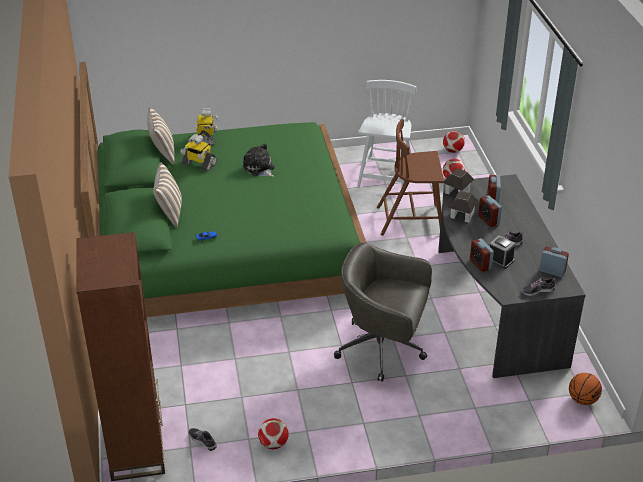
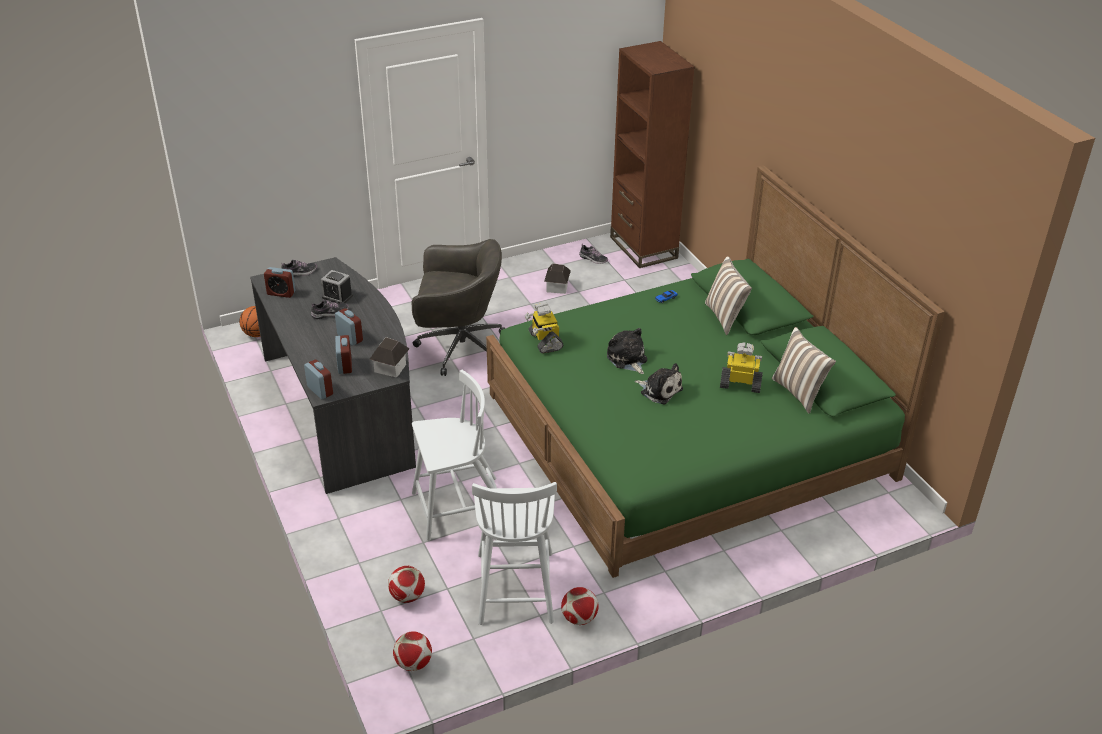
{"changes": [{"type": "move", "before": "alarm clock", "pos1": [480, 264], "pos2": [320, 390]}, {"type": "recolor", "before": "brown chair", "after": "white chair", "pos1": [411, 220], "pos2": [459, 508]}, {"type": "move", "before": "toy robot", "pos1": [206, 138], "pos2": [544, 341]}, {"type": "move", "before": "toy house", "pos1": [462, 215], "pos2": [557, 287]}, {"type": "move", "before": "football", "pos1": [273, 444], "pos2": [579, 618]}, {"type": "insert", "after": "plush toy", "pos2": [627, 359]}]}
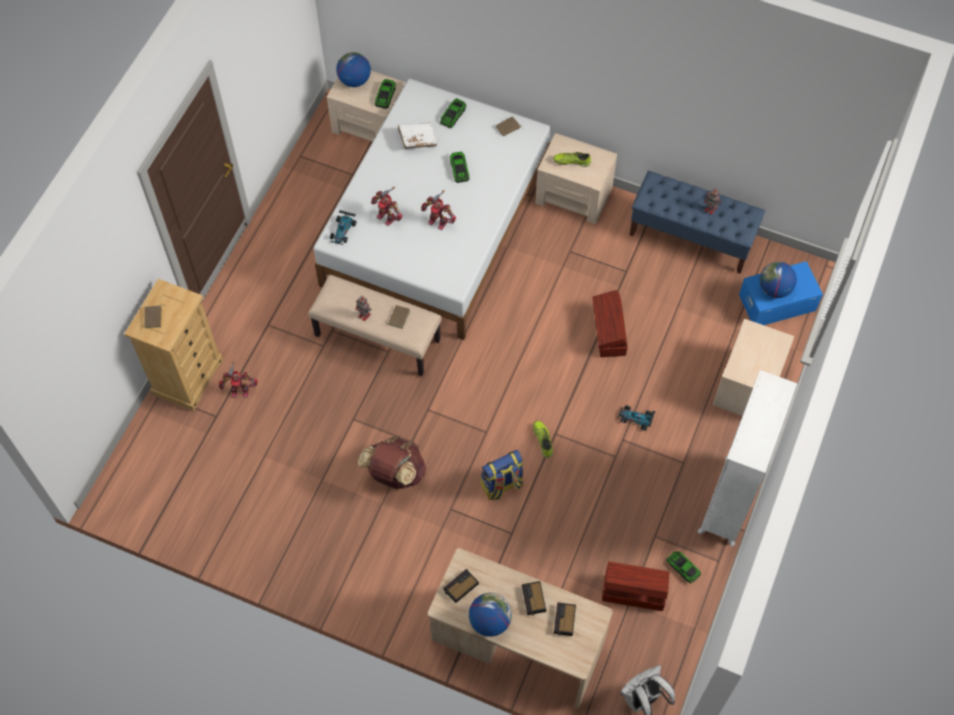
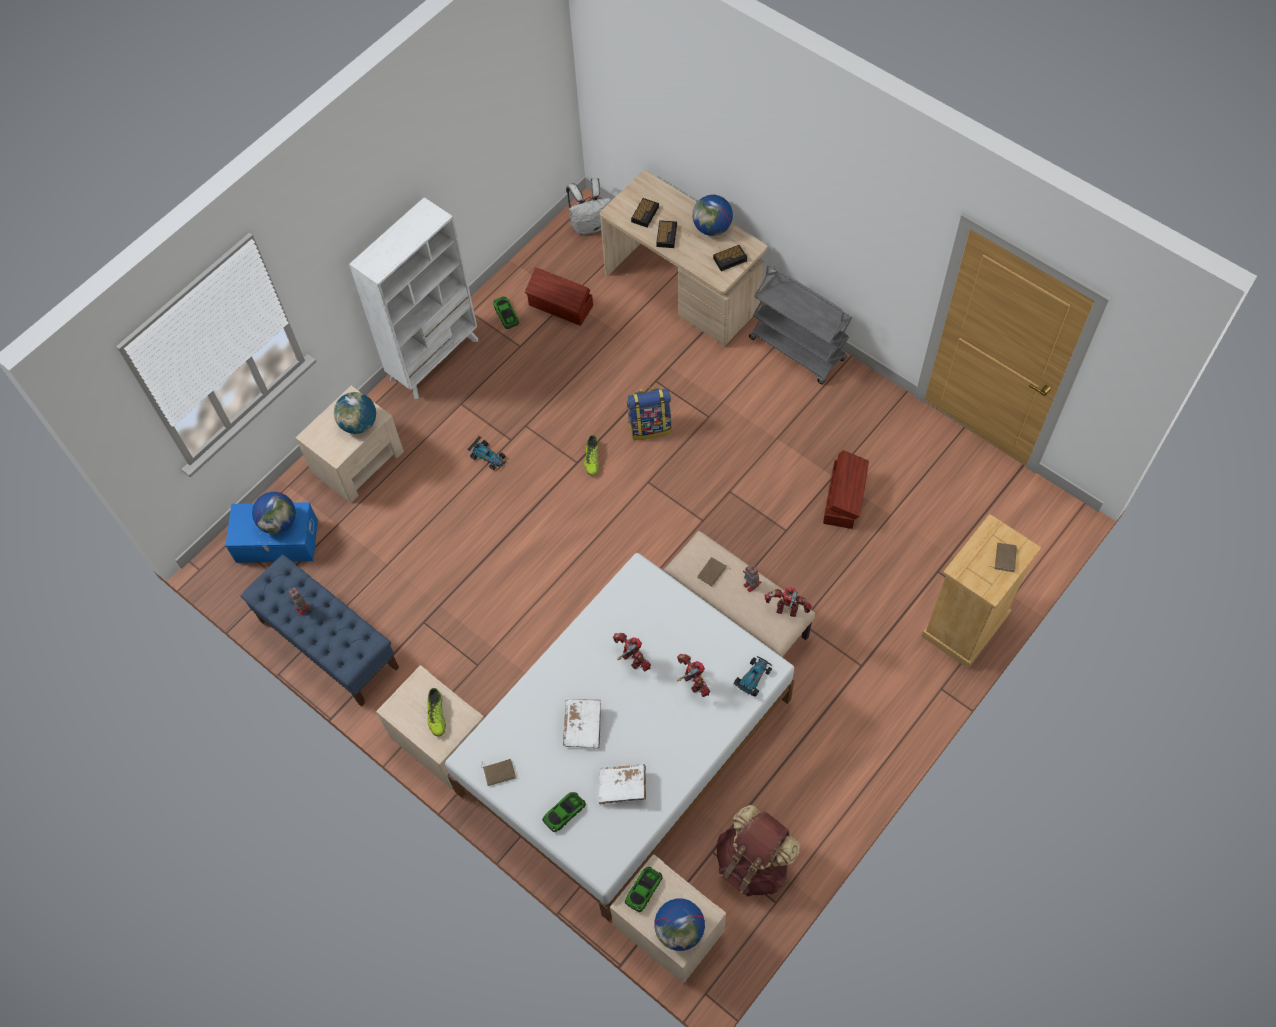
{"changes": [{"type": "insert", "after": "globe", "pos2": [359, 424]}, {"type": "rotate", "before": "shoe", "pos1": [571, 161], "pos2": [436, 715], "turn": 60}, {"type": "replace", "before": "toy car", "after": "white book", "pos1": [459, 169], "pos2": [583, 726]}, {"type": "move", "before": "brown backpack", "pos1": [395, 474], "pos2": [753, 863]}, {"type": "insert", "after": "grey cart", "pos2": [798, 349]}, {"type": "move", "before": "toy robot", "pos1": [240, 390], "pos2": [787, 610]}, {"type": "move", "before": "brown storage box", "pos1": [608, 332], "pos2": [843, 498]}]}
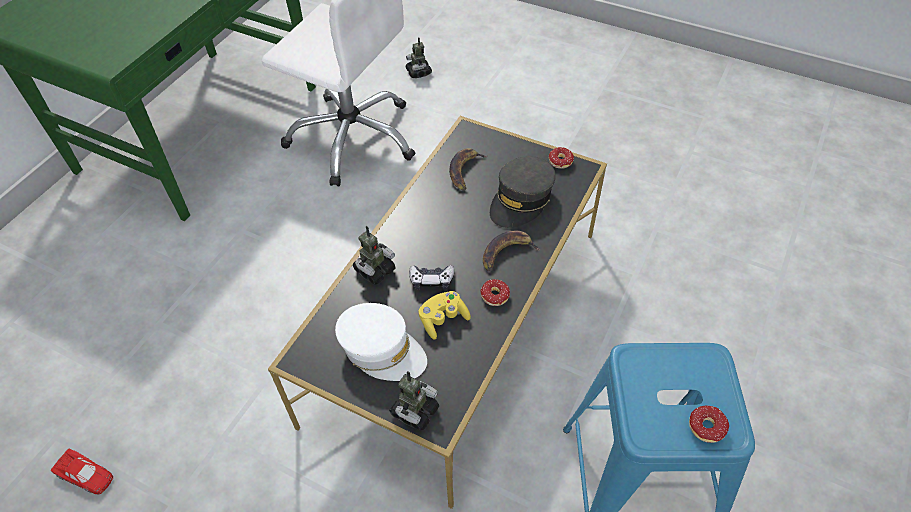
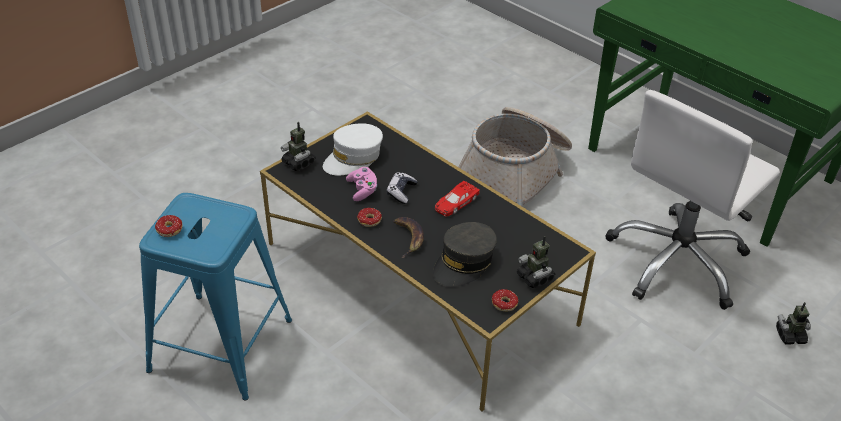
{"changes": [{"type": "recolor", "before": "yellow game controller", "after": "pink game controller", "pos1": [443, 319], "pos2": [362, 190]}, {"type": "rotate", "before": "grey cap", "pos1": [521, 200], "pos2": [464, 263], "turn": -105}, {"type": "move", "before": "red toy car", "pos1": [85, 475], "pos2": [455, 203]}, {"type": "insert", "after": "basket", "pos2": [515, 172]}, {"type": "move", "before": "toy robot", "pos1": [374, 270], "pos2": [535, 277]}, {"type": "delete", "before": "banana", "pos1": [465, 171]}]}
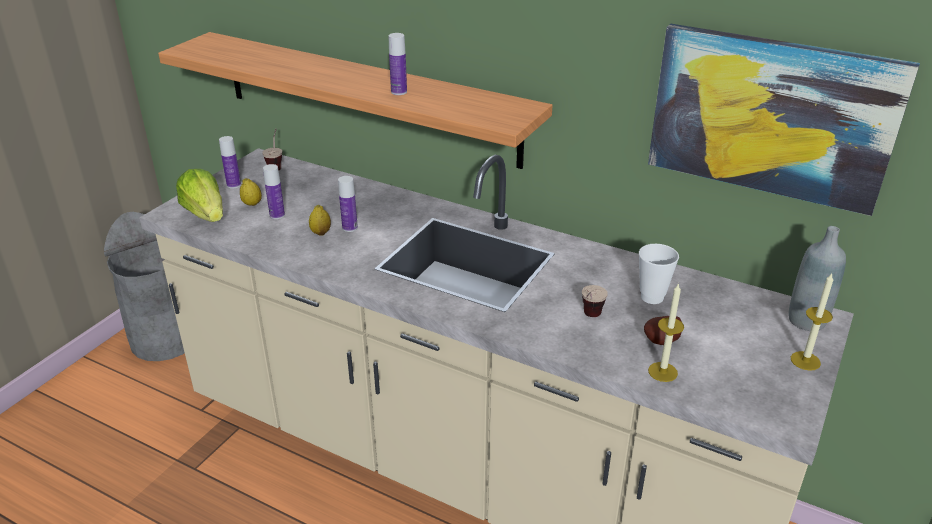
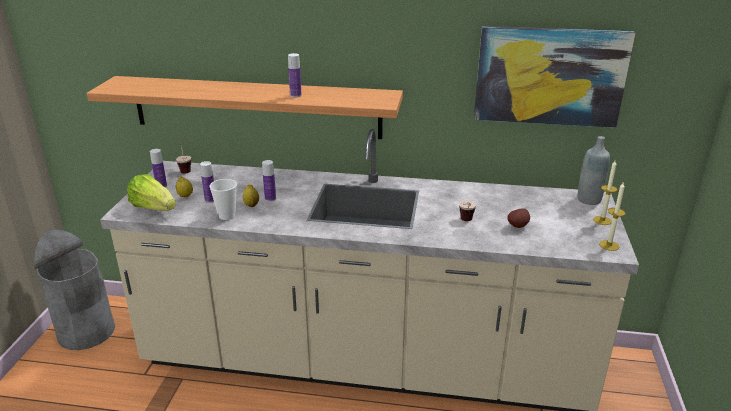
{"changes": [{"type": "move", "before": "cup", "pos1": [652, 297], "pos2": [227, 216]}, {"type": "move", "before": "candle", "pos1": [662, 372], "pos2": [609, 245]}]}
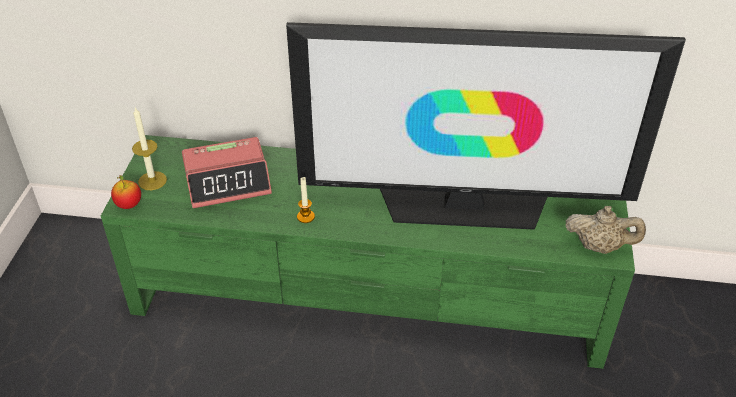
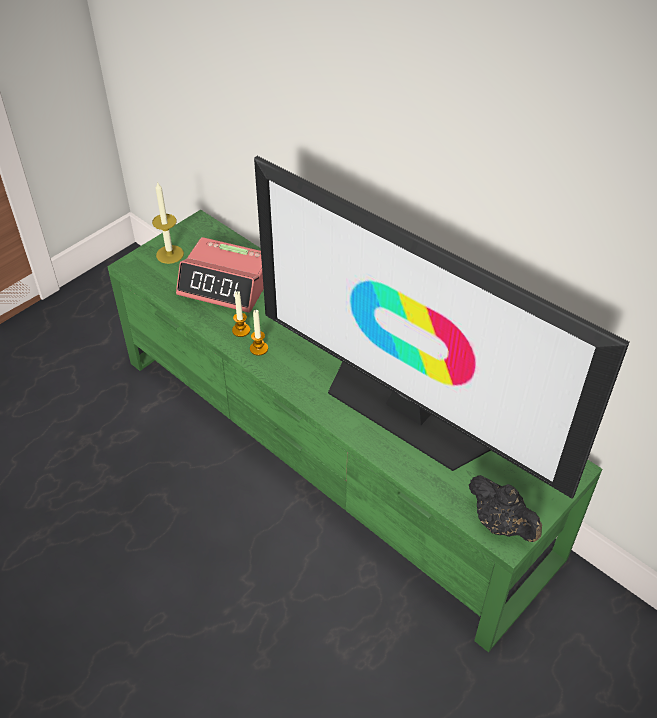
{"changes": [{"type": "insert", "after": "candle", "pos2": [241, 330]}, {"type": "recolor", "before": "beige teapot", "after": "black teapot", "pos1": [599, 246], "pos2": [501, 524]}, {"type": "delete", "before": "apple", "pos1": [129, 205]}]}
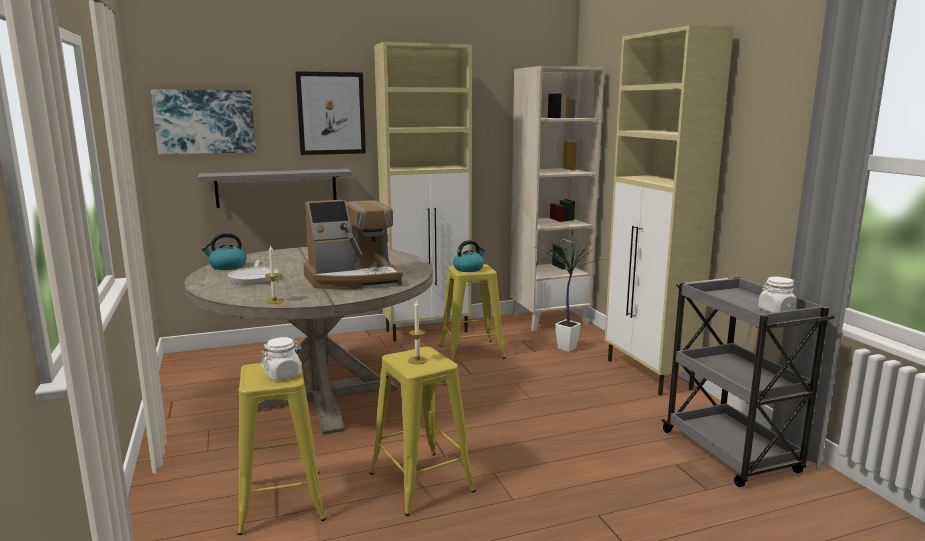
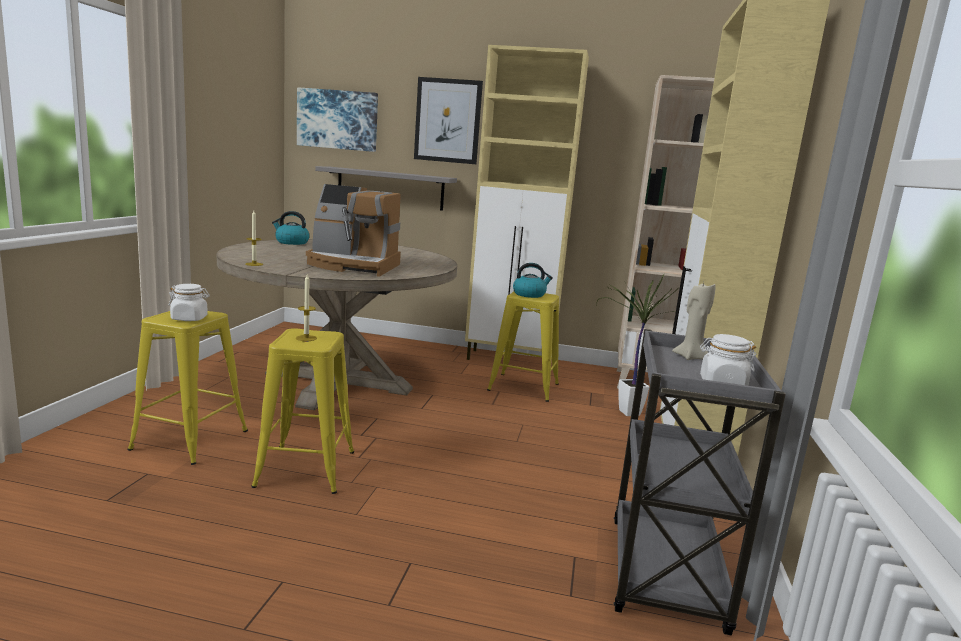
{"changes": [{"type": "insert", "after": "beige candle", "pos2": [690, 357]}, {"type": "delete", "before": "frying pan", "pos1": [254, 278]}]}
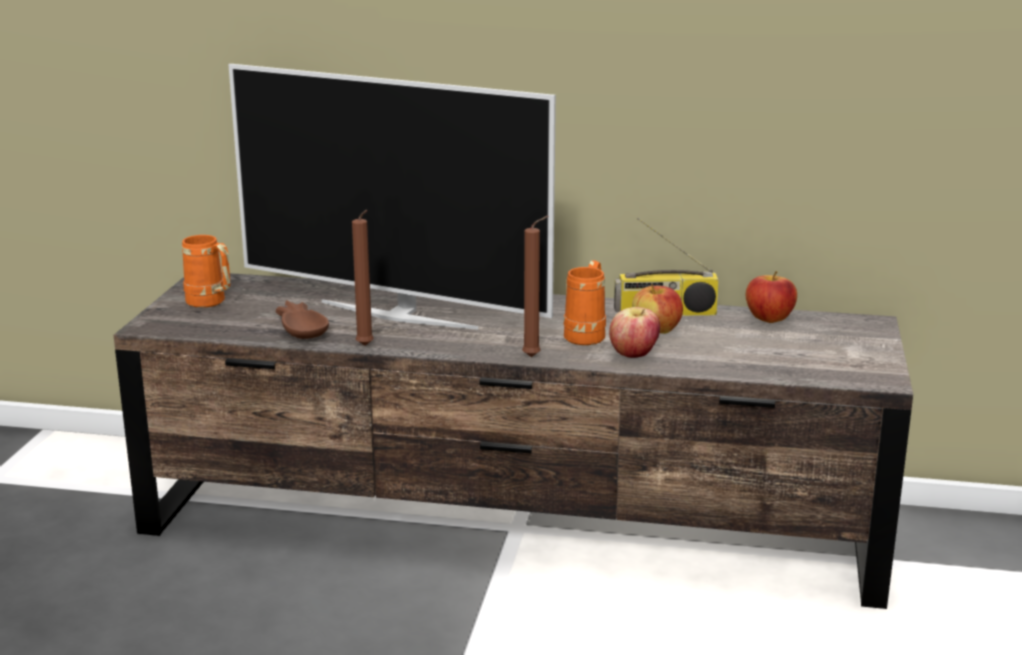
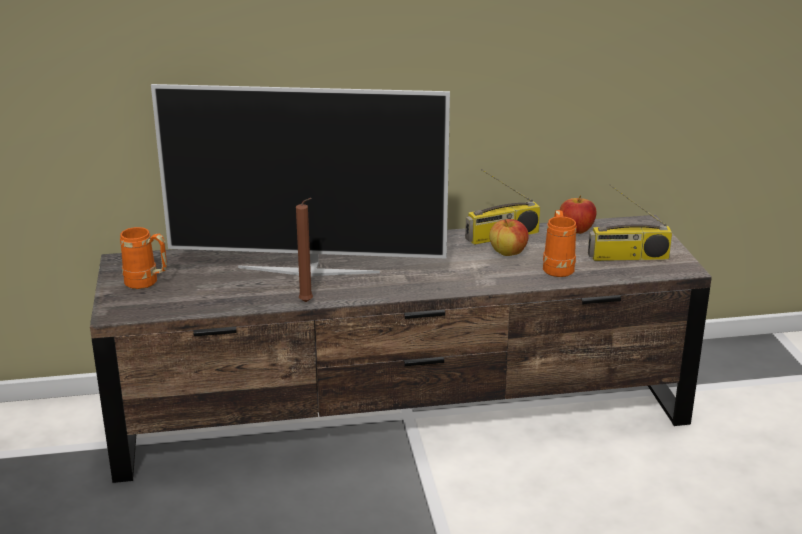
{"changes": [{"type": "move", "before": "orange mug", "pos1": [587, 334], "pos2": [557, 267]}, {"type": "insert", "after": "radio", "pos2": [628, 257]}, {"type": "delete", "before": "brown bowl", "pos1": [302, 327]}, {"type": "delete", "before": "brown candle", "pos1": [534, 357]}, {"type": "delete", "before": "apple", "pos1": [633, 355]}]}
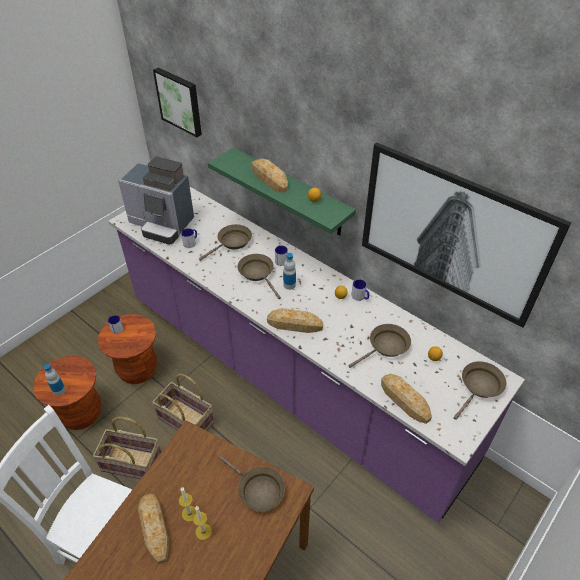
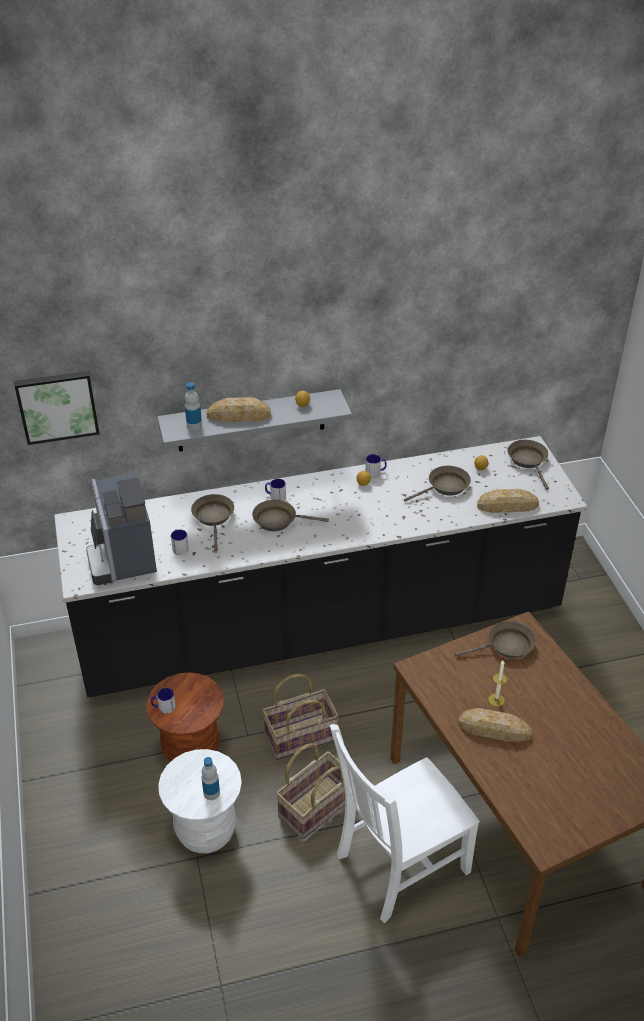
{"changes": [{"type": "recolor", "before": "purple counter", "after": "black counter", "pos1": [290, 376], "pos2": [322, 627]}, {"type": "rotate", "before": "coffee machine", "pos1": [162, 224], "pos2": [123, 557], "turn": 105}, {"type": "recolor", "before": "green shelf", "after": "grey shelf", "pos1": [291, 192], "pos2": [251, 421]}, {"type": "recolor", "before": "brown stool", "after": "white stool", "pos1": [81, 414], "pos2": [206, 831]}, {"type": "move", "before": "bottle", "pos1": [289, 285], "pos2": [194, 426]}, {"type": "rotate", "before": "brown frying pan", "pos1": [386, 347], "pos2": [445, 487], "turn": 60}, {"type": "delete", "before": "candle", "pos1": [203, 531]}, {"type": "delete", "before": "bread", "pos1": [294, 324]}, {"type": "delete", "before": "picture", "pos1": [452, 233]}]}
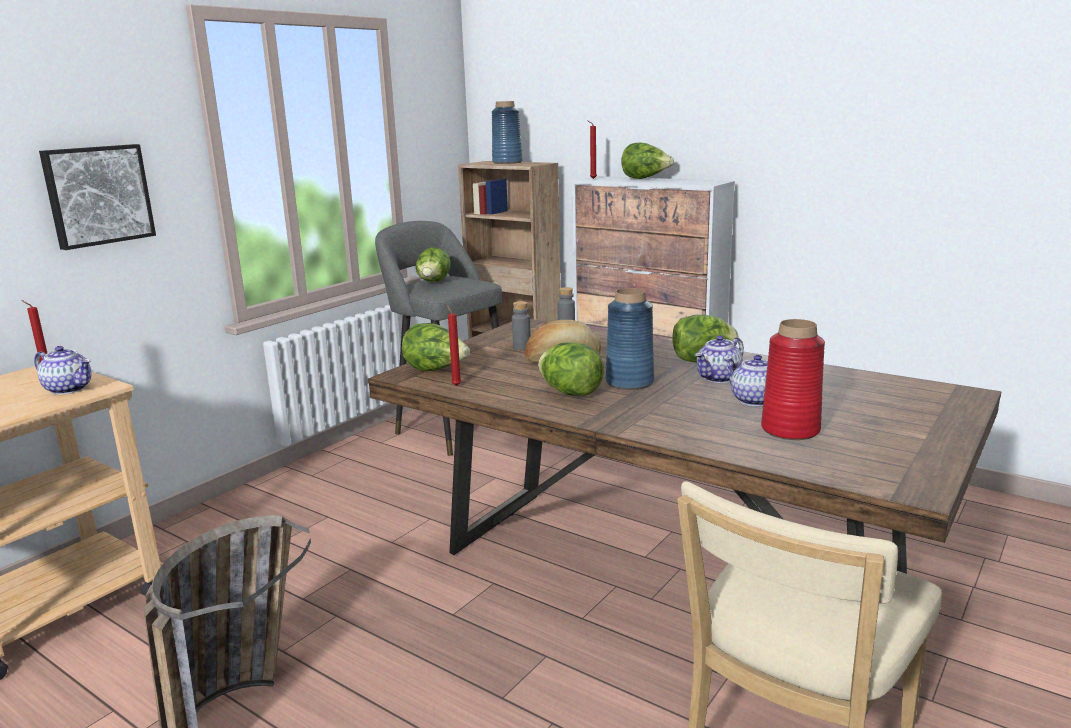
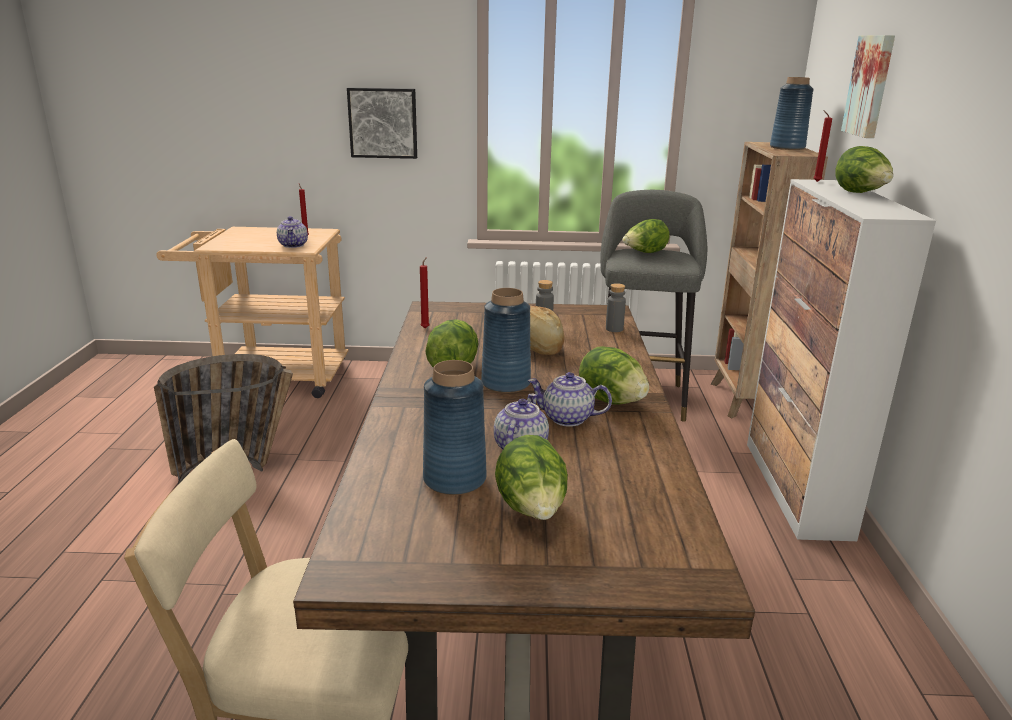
{"changes": [{"type": "recolor", "before": "red vase", "after": "blue vase", "pos1": [790, 429], "pos2": [455, 479]}, {"type": "move", "before": "lettuce", "pos1": [436, 370], "pos2": [532, 510]}, {"type": "insert", "after": "picture", "pos2": [871, 86]}]}
